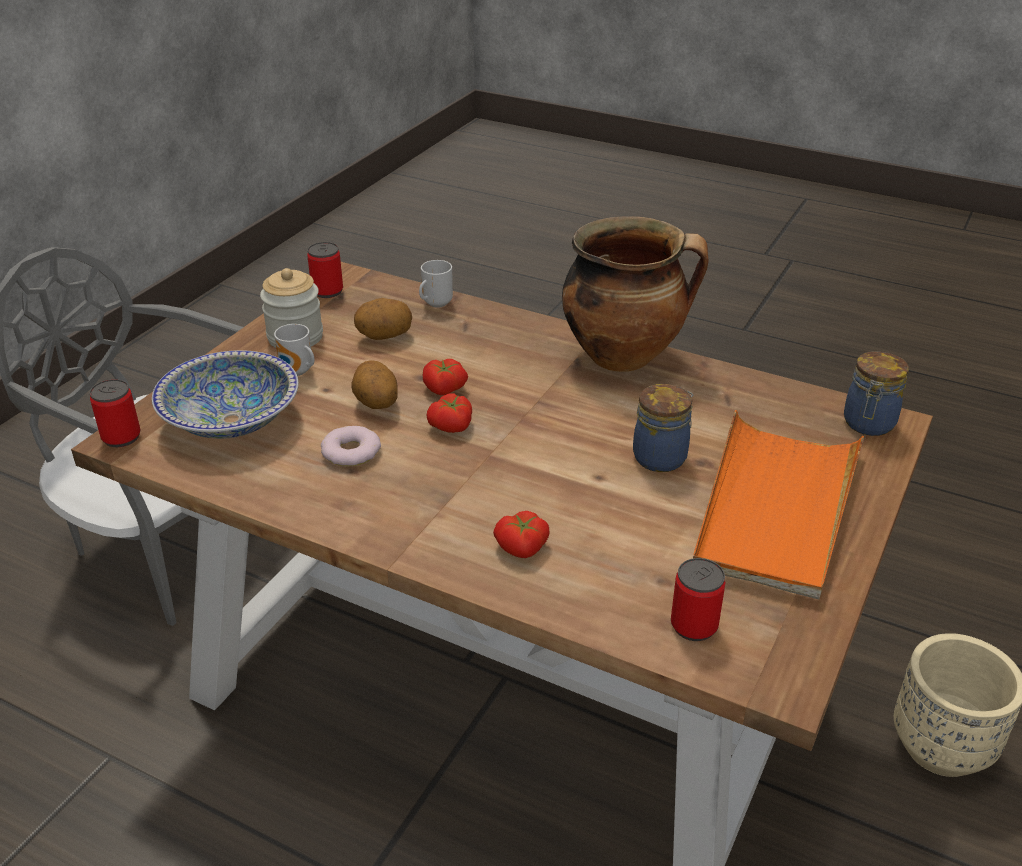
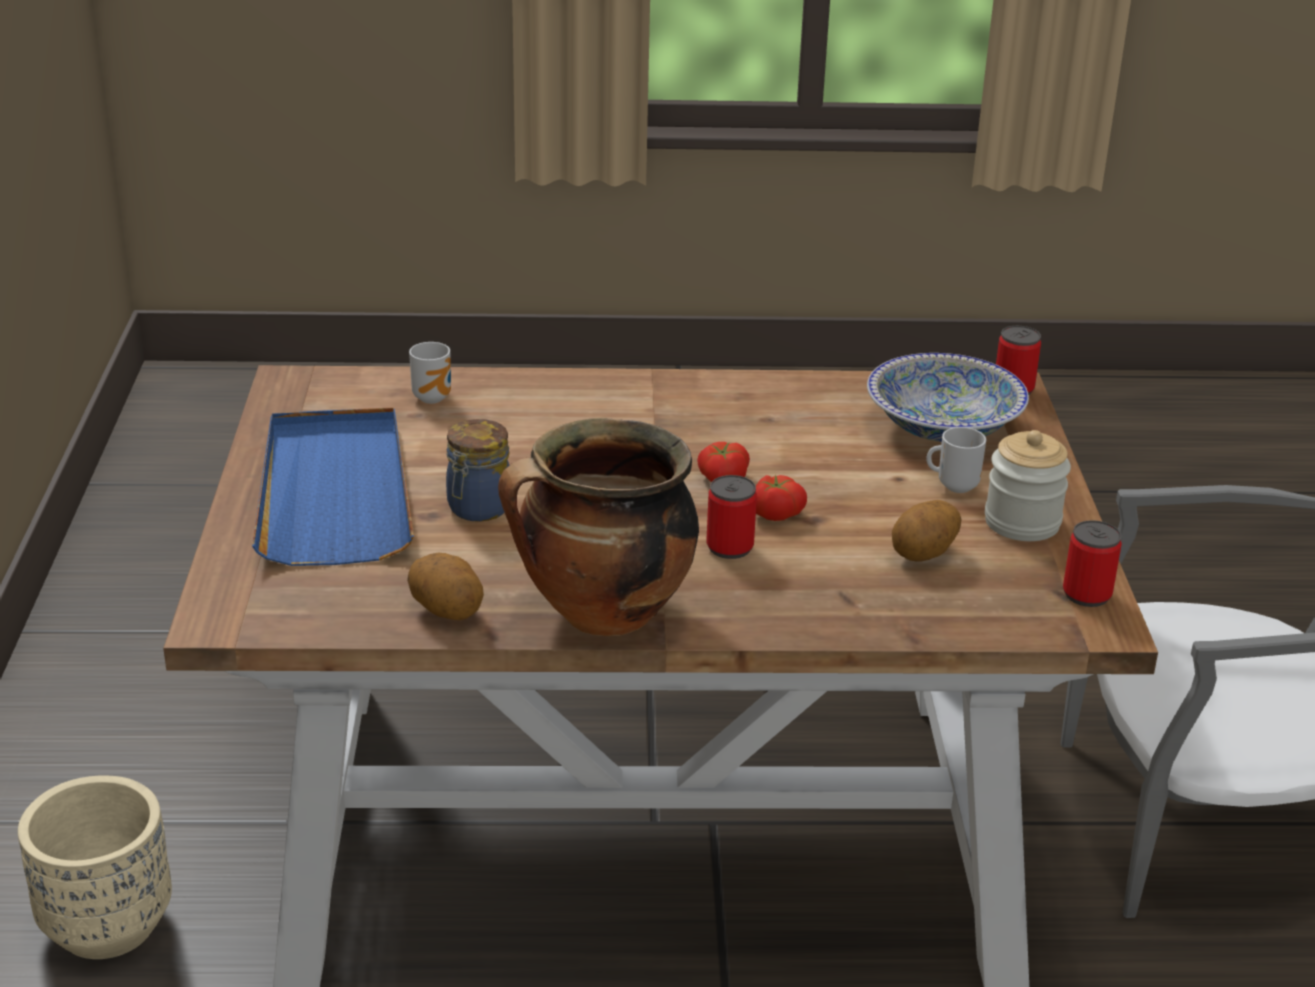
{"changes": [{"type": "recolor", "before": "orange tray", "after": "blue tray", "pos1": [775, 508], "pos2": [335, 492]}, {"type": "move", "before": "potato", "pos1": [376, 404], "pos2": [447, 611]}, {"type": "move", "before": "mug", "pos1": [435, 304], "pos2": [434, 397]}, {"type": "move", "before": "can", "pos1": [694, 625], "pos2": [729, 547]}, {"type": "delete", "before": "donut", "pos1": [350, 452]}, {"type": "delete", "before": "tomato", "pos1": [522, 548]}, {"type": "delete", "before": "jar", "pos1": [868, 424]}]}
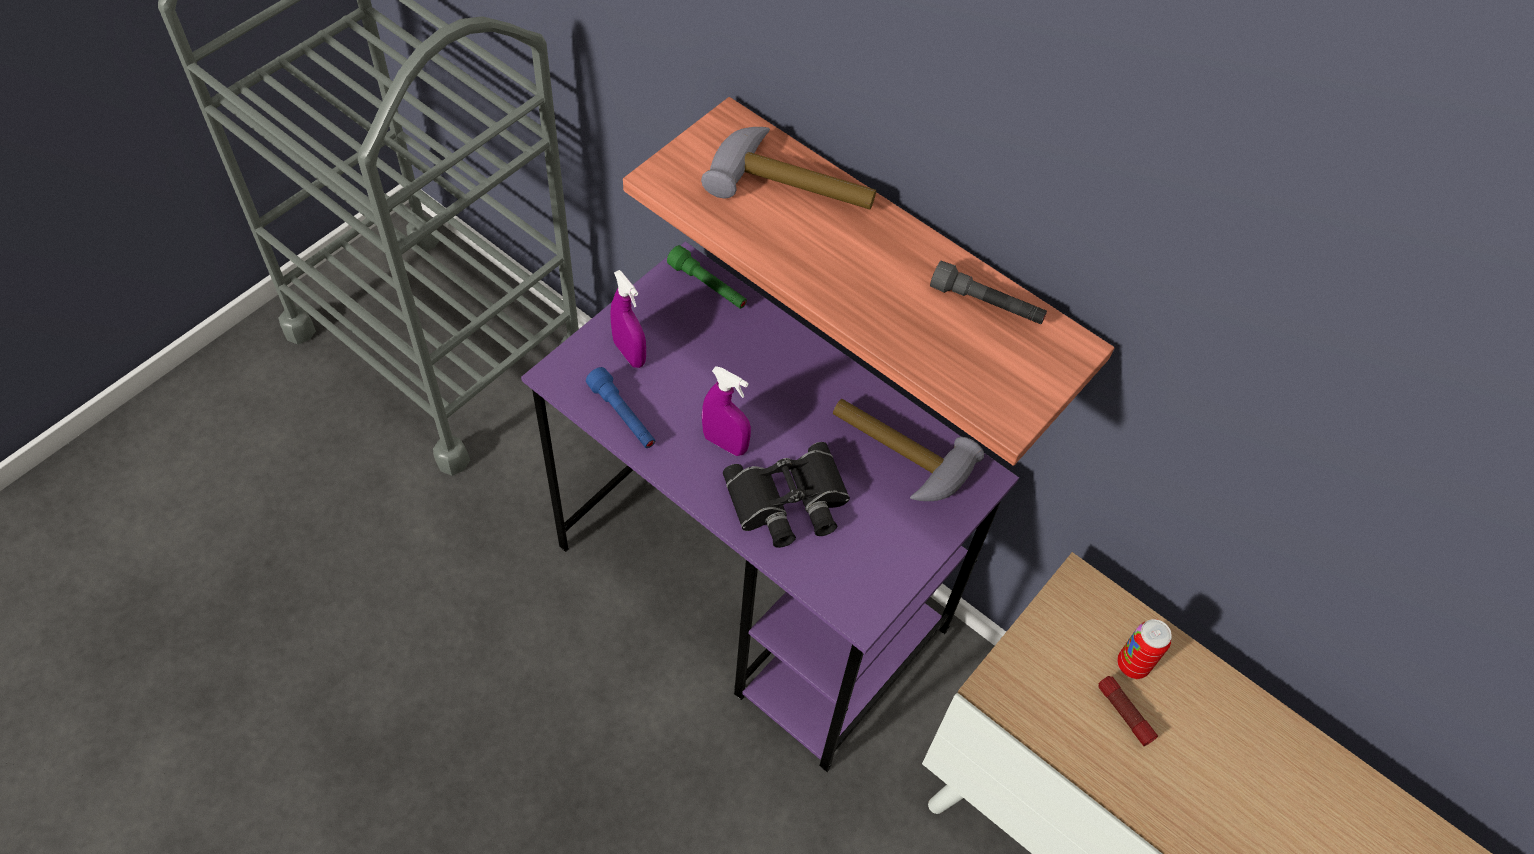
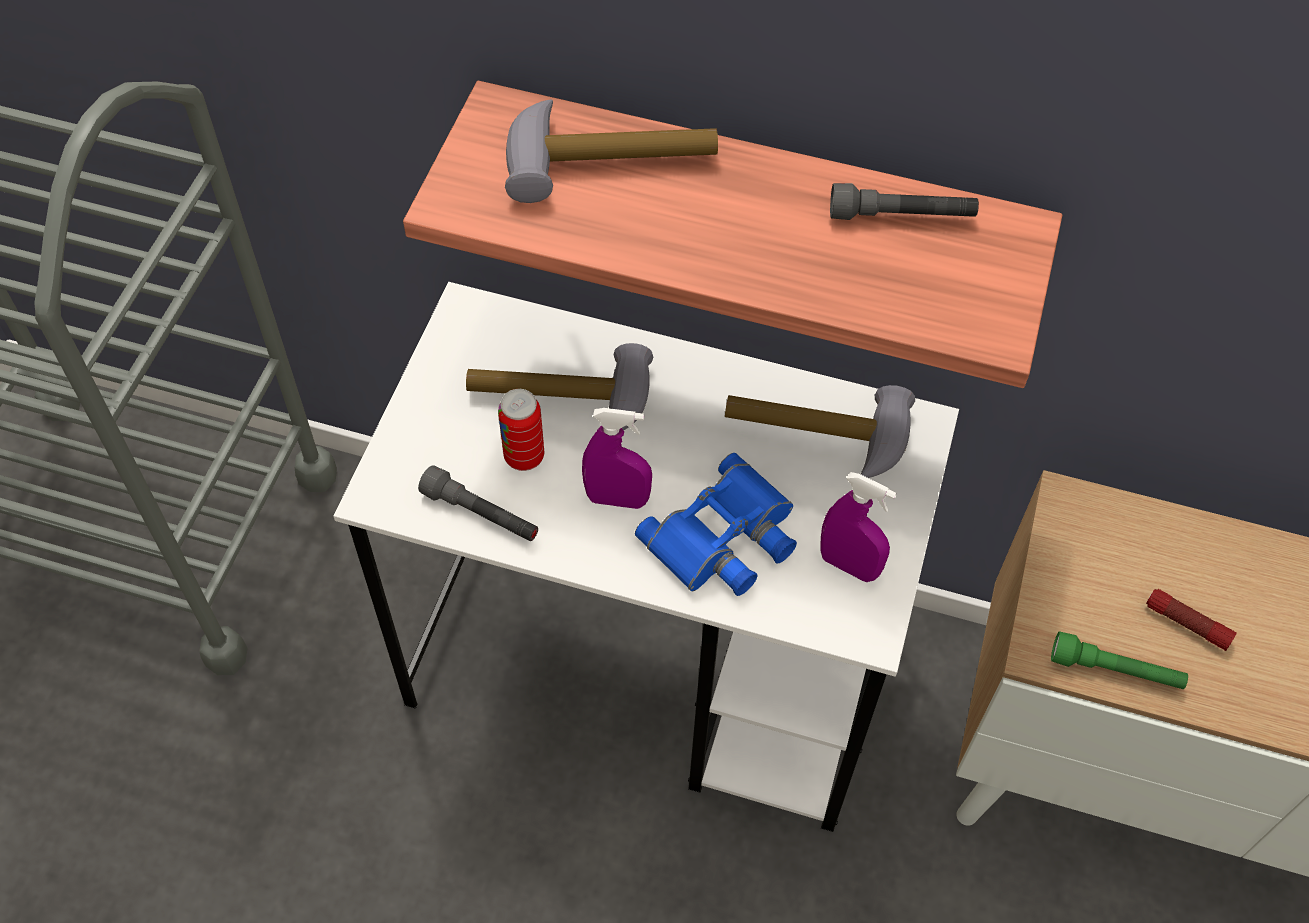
{"changes": [{"type": "recolor", "before": "purple desk", "after": "white desk", "pos1": [753, 590], "pos2": [653, 662]}, {"type": "recolor", "before": "blue flashlight", "after": "grey flashlight", "pos1": [623, 416], "pos2": [481, 514]}, {"type": "insert", "after": "hammer", "pos2": [559, 400]}, {"type": "move", "before": "can", "pos1": [1132, 665], "pos2": [524, 456]}, {"type": "recolor", "before": "black binoculars", "after": "blue binoculars", "pos1": [788, 503], "pos2": [725, 539]}, {"type": "move", "before": "purple spray bottle", "pos1": [629, 353], "pos2": [848, 565]}, {"type": "move", "before": "green flashlight", "pos1": [708, 286], "pos2": [1115, 670]}]}
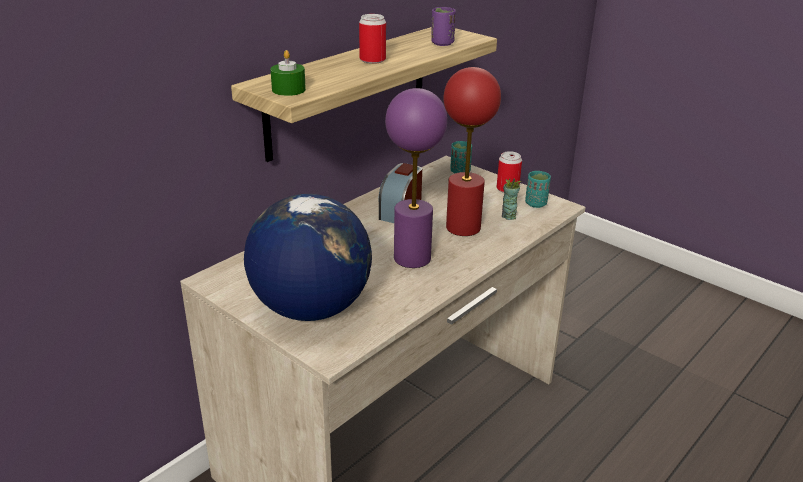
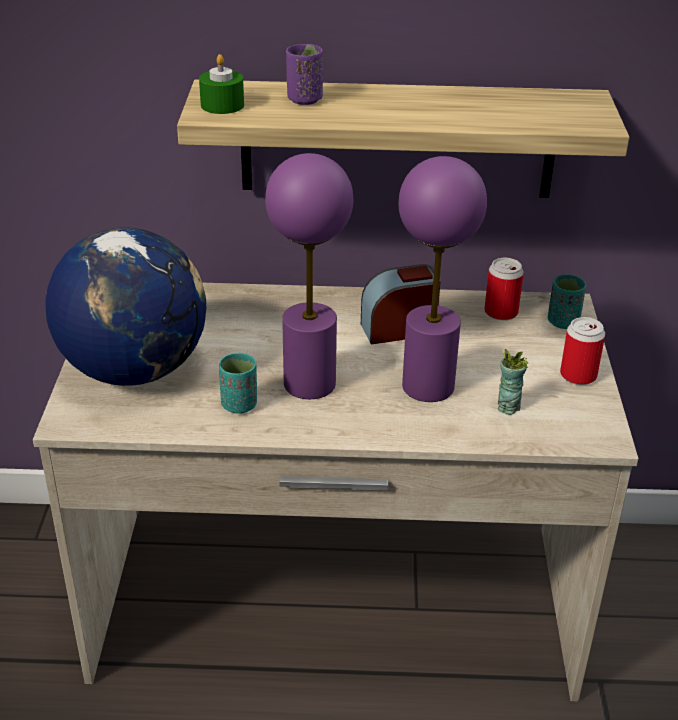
{"changes": [{"type": "move", "before": "turquoise cup", "pos1": [536, 204], "pos2": [239, 405]}, {"type": "move", "before": "purple cup", "pos1": [442, 43], "pos2": [304, 100]}, {"type": "recolor", "before": "red table lamp", "after": "purple table lamp", "pos1": [463, 227], "pos2": [428, 387]}, {"type": "move", "before": "can", "pos1": [372, 60], "pos2": [501, 312]}]}
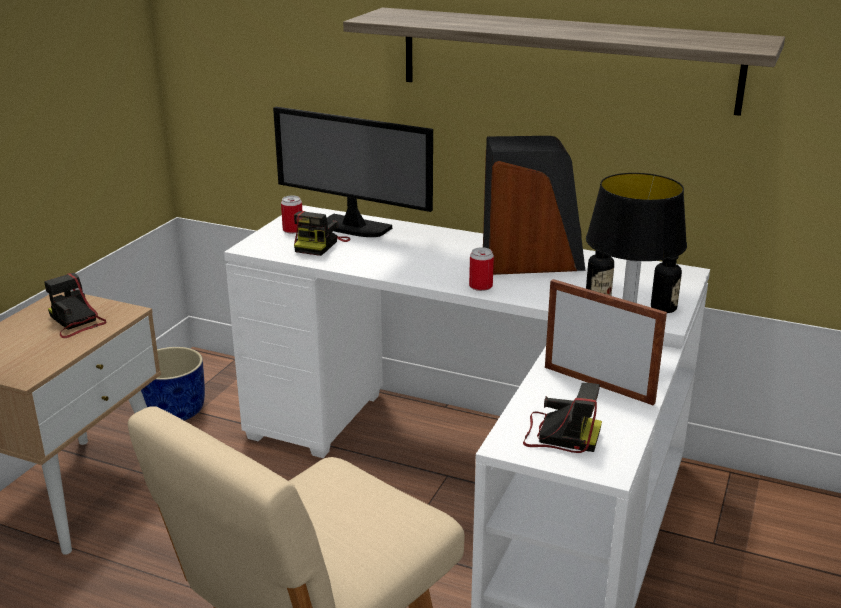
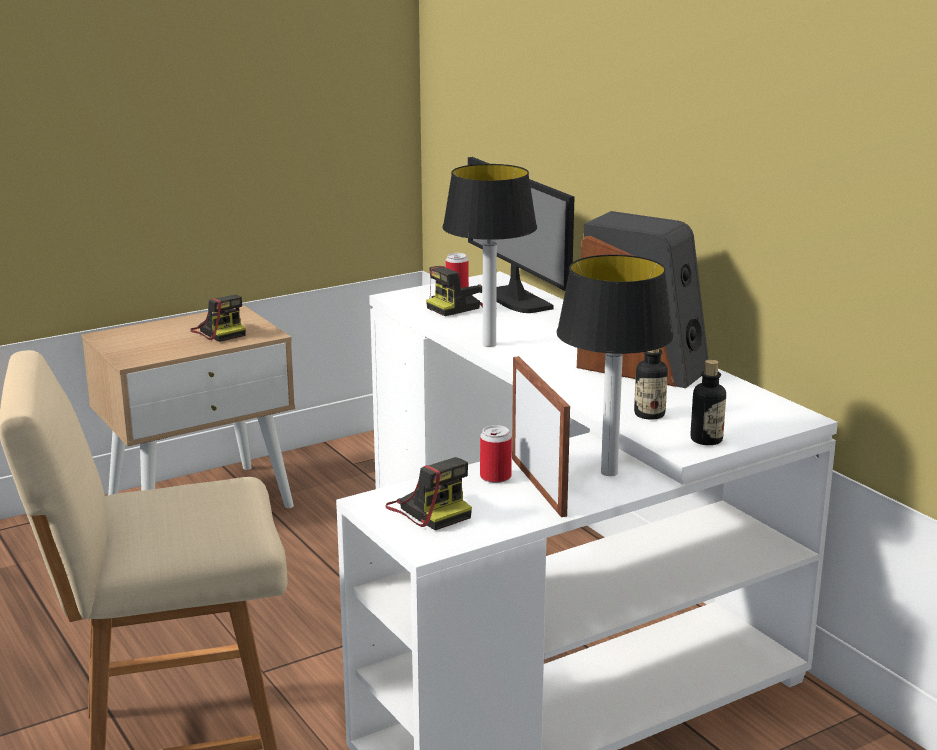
{"changes": [{"type": "rotate", "before": "photo camera", "pos1": [75, 322], "pos2": [219, 332], "turn": 150}, {"type": "insert", "after": "table lamp", "pos2": [488, 344]}, {"type": "move", "before": "can", "pos1": [480, 286], "pos2": [495, 477]}, {"type": "delete", "before": "blue planter", "pos1": [176, 410]}, {"type": "delete", "before": "shelf", "pos1": [565, 59]}]}
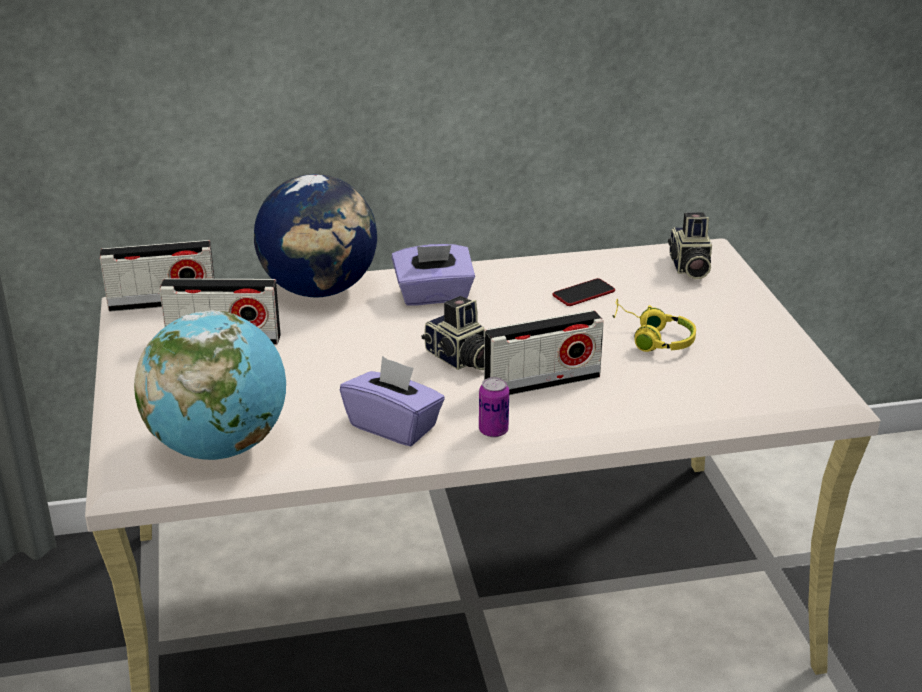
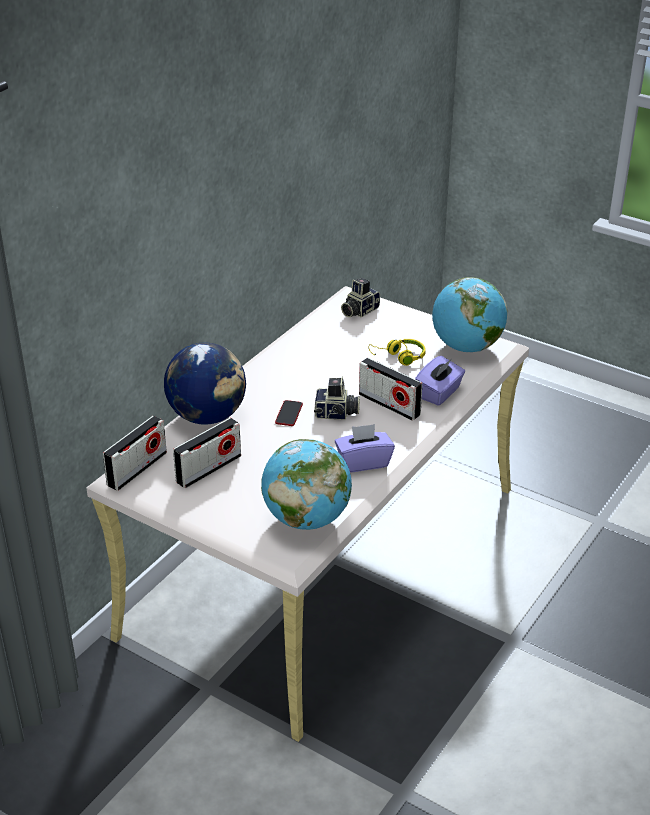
{"changes": [{"type": "move", "before": "phone", "pos1": [583, 293], "pos2": [289, 414]}, {"type": "rotate", "before": "photo camera", "pos1": [688, 267], "pos2": [358, 311], "turn": 90}, {"type": "rotate", "before": "radio", "pos1": [542, 382], "pos2": [389, 404], "turn": 105}, {"type": "move", "before": "purple tissue box", "pos1": [433, 296], "pos2": [439, 393]}, {"type": "insert", "after": "globe", "pos2": [466, 347]}, {"type": "delete", "before": "can", "pos1": [493, 431]}]}
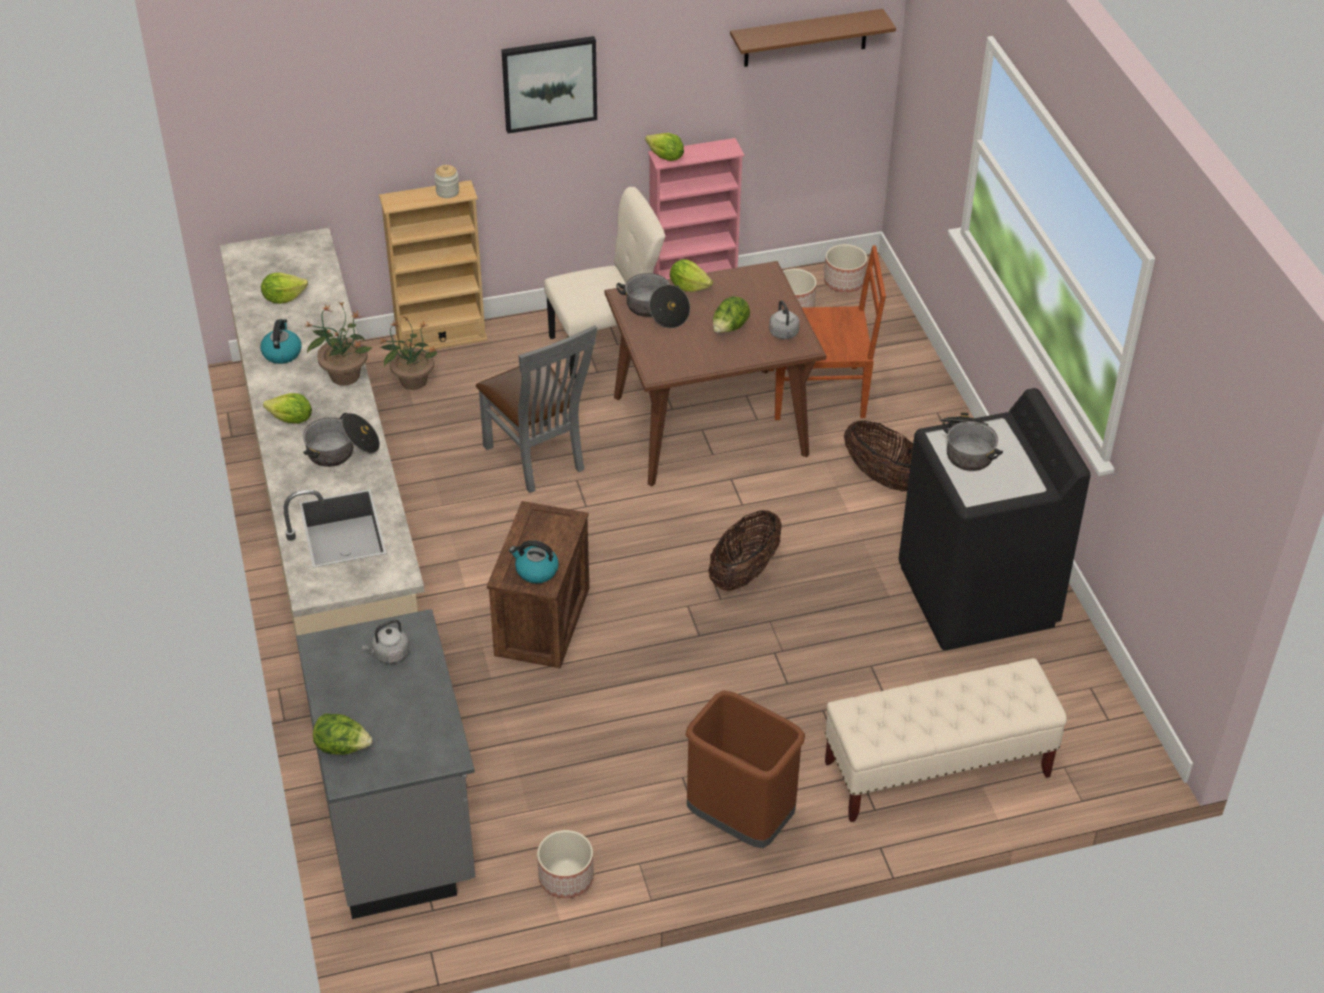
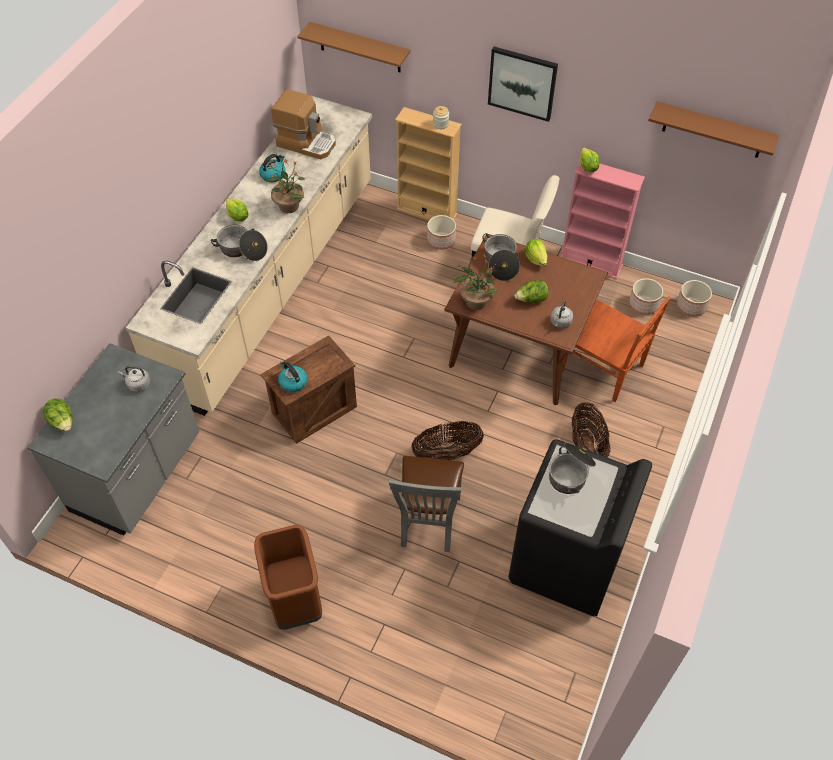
{"changes": [{"type": "replace", "before": "lettuce", "after": "coffee machine", "pos1": [283, 298], "pos2": [306, 143]}, {"type": "insert", "after": "brown shelf", "pos2": [360, 48]}, {"type": "move", "before": "grey chair", "pos1": [538, 460], "pos2": [428, 524]}, {"type": "move", "before": "planter", "pos1": [566, 877], "pos2": [441, 240]}, {"type": "move", "before": "potted plant", "pos1": [413, 381], "pos2": [475, 301]}, {"type": "delete", "before": "beige bench", "pos1": [936, 770]}]}
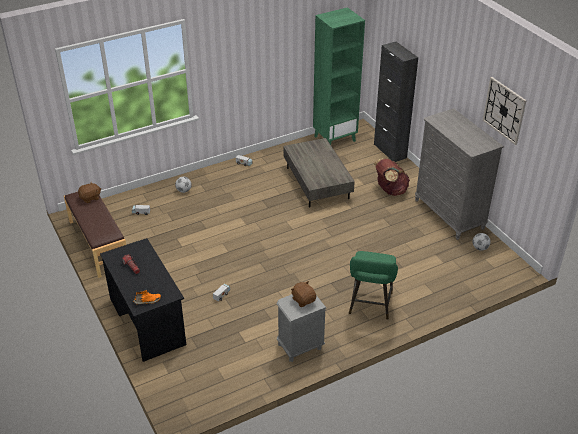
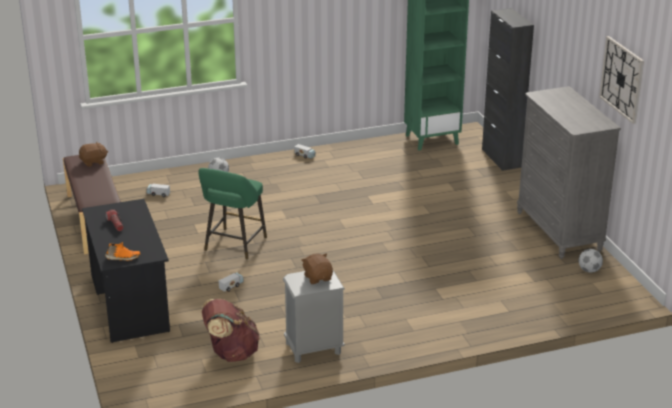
{"changes": [{"type": "move", "before": "green stool", "pos1": [370, 305], "pos2": [234, 246]}, {"type": "move", "before": "brown backpack", "pos1": [390, 190], "pos2": [231, 353]}, {"type": "delete", "before": "grey coffee table", "pos1": [316, 183]}]}
